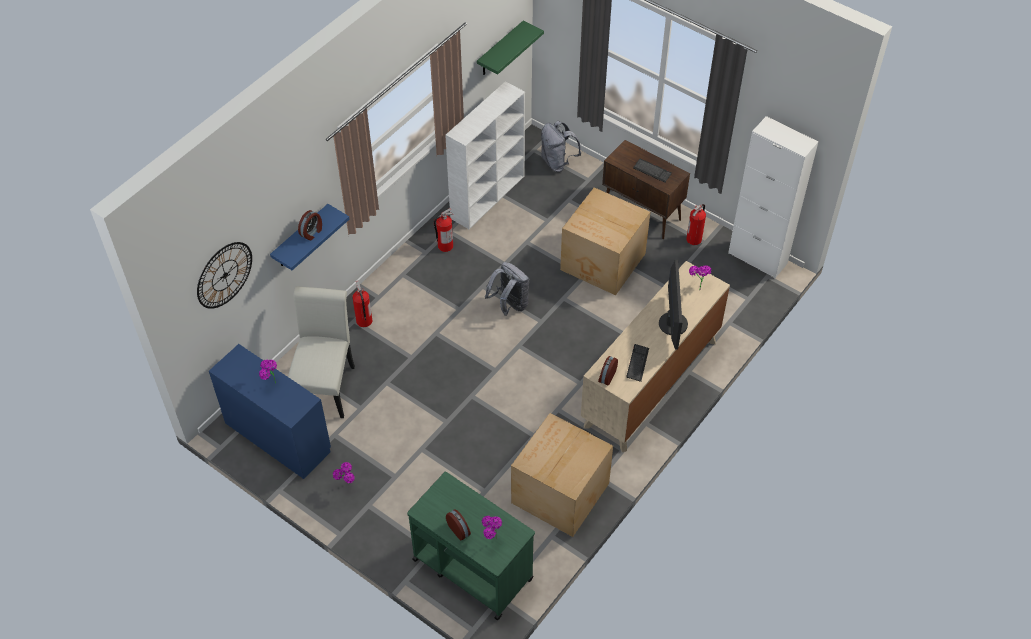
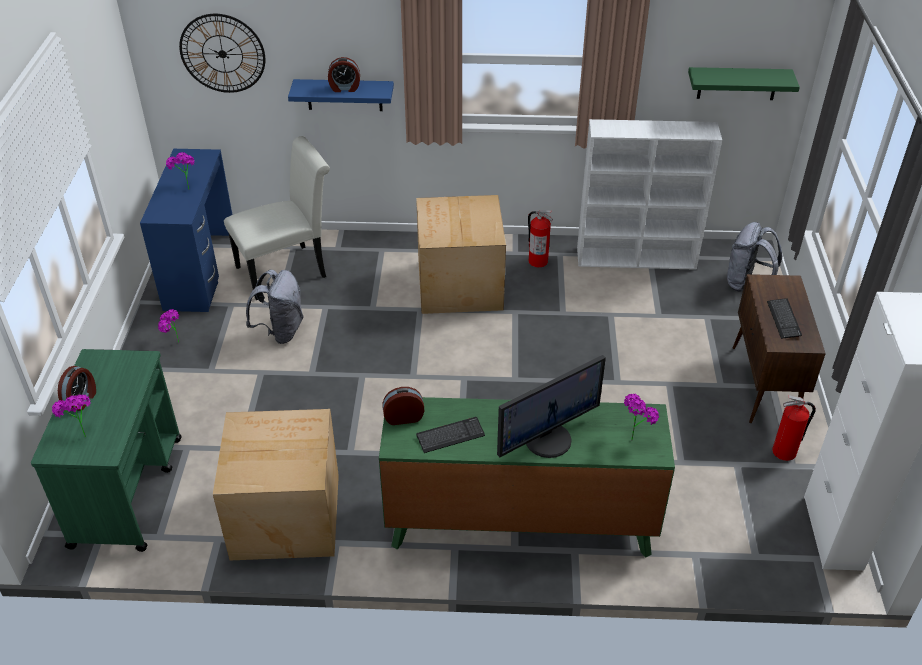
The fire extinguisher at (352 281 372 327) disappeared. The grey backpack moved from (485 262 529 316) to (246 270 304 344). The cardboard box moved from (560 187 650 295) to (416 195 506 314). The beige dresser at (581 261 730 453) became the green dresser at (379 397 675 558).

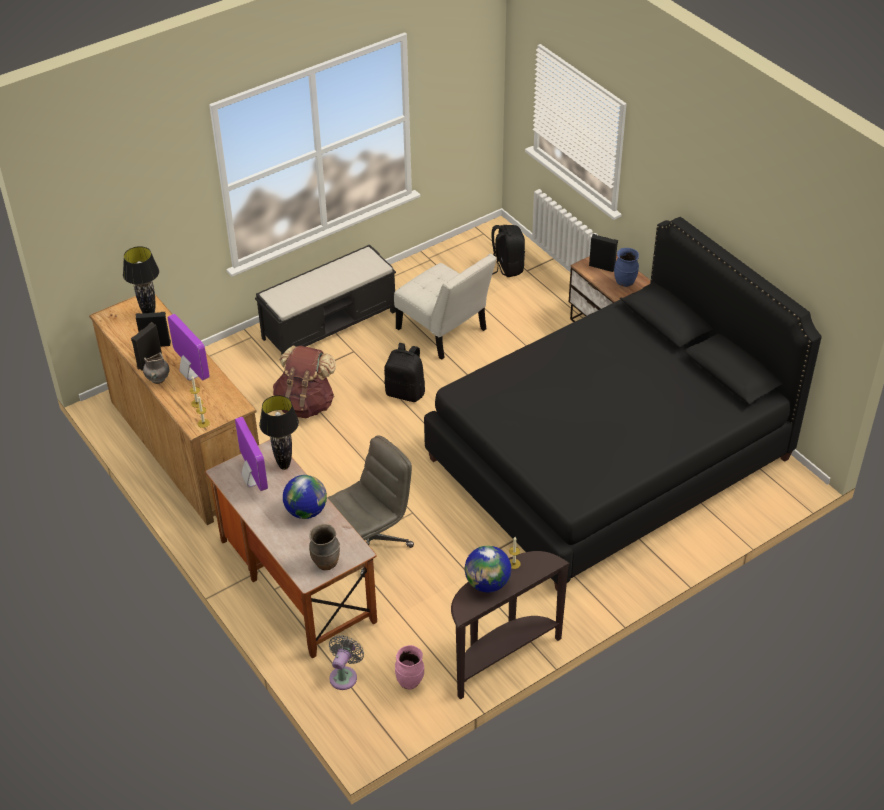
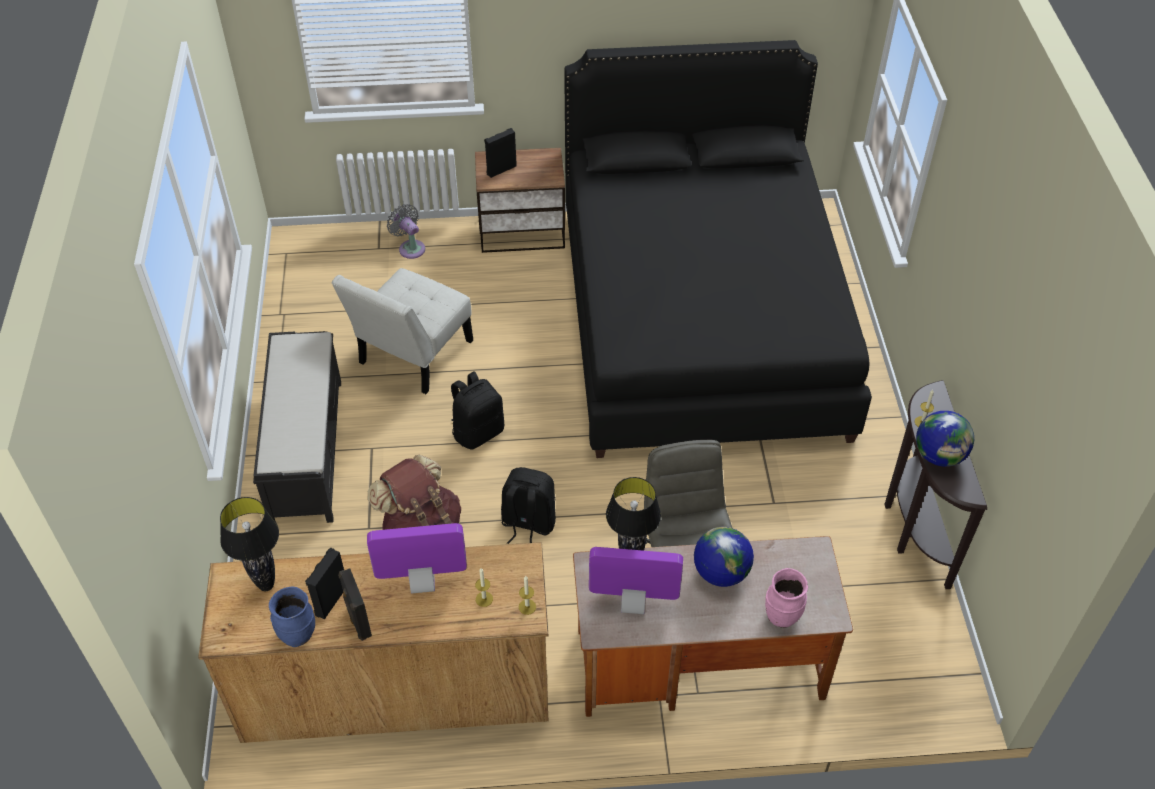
The grey vase at (143 352 170 384) disappeared. The brown vase at (309 524 340 570) disappeared. The grey fan moved from (329 635 364 690) to (387 204 425 259). The white chair at (394 254 497 360) turned 135 degrees clockwise. The pink vase moved from (395 645 424 690) to (765 568 808 628). The black backpack moved from (492 225 525 277) to (501 467 556 544). The blue vase moved from (614 248 639 287) to (269 587 315 647).

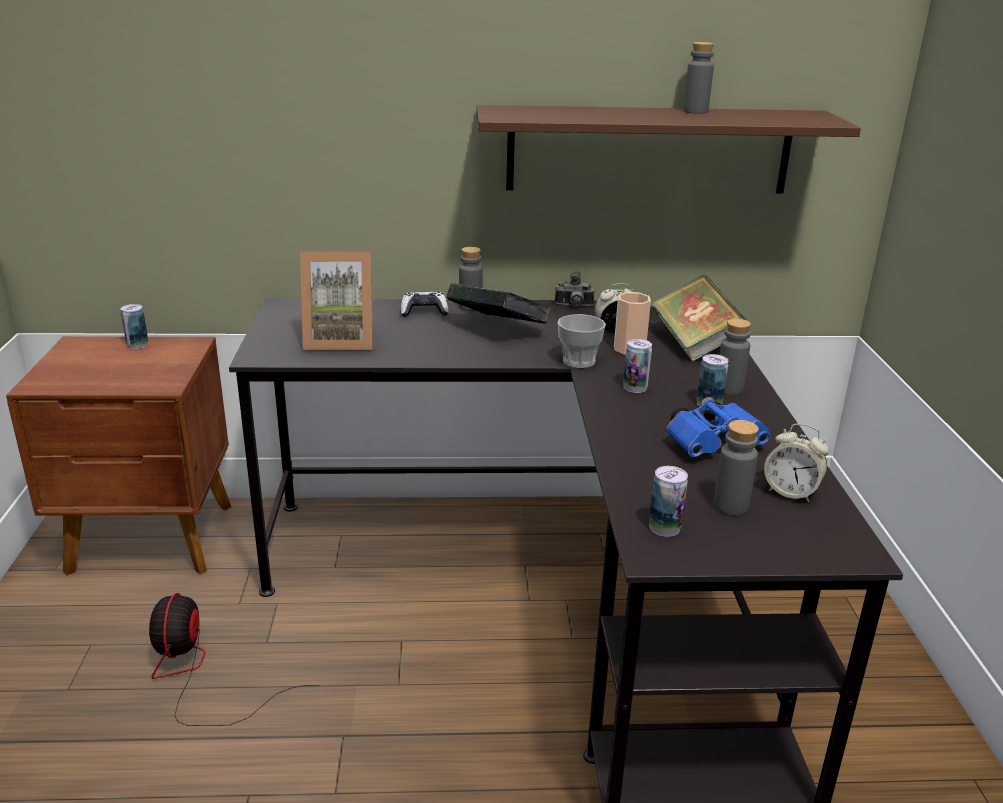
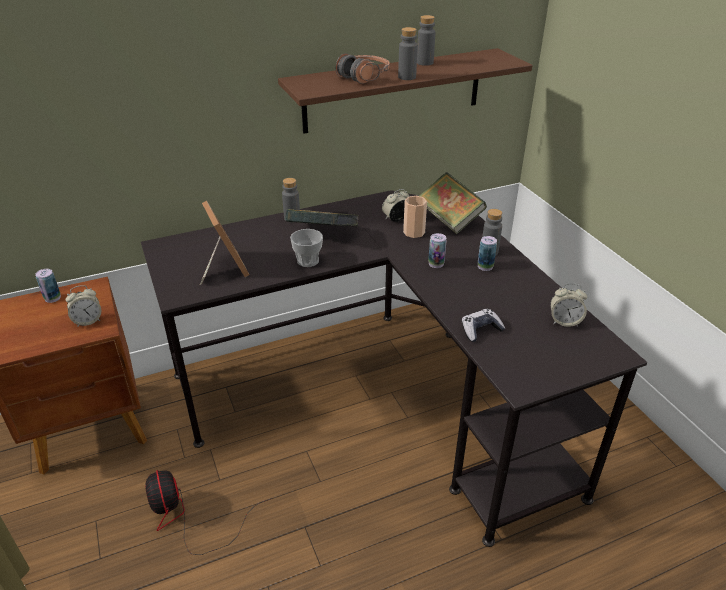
The picture frame at (300 252 373 350) turned 90 degrees counterclockwise. The game controller moved from (401 292 449 317) to (462 309 505 342). The photo camera at (555 272 595 307) disappeared. The cup moved from (558 314 606 368) to (290 229 323 267). The can at (649 466 688 537) disappeared. The blue binoculars at (666 397 770 457) disappeared. The grey bottle moved from (713 420 759 516) to (398 27 418 80). The alarm clock at (65 285 101 327) appeared. The headphones at (336 53 390 84) appeared.

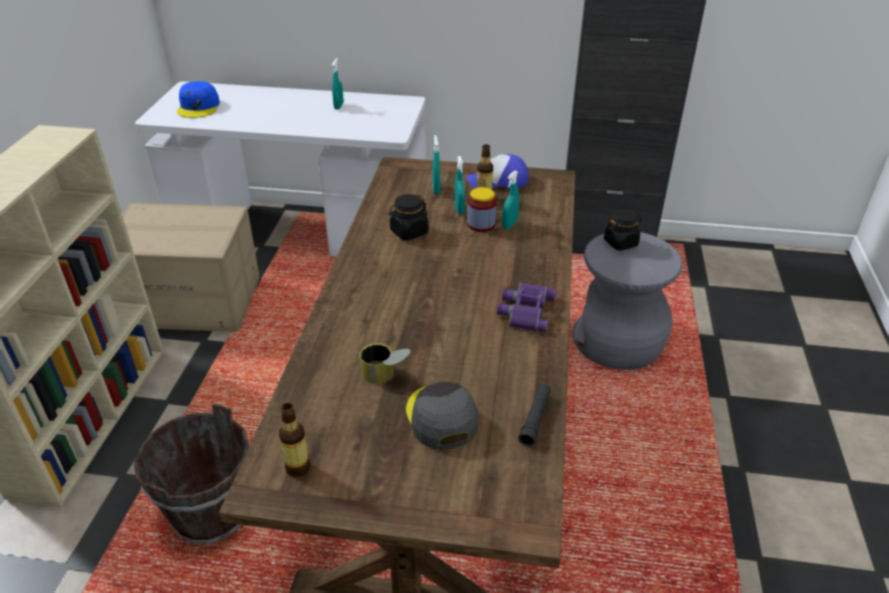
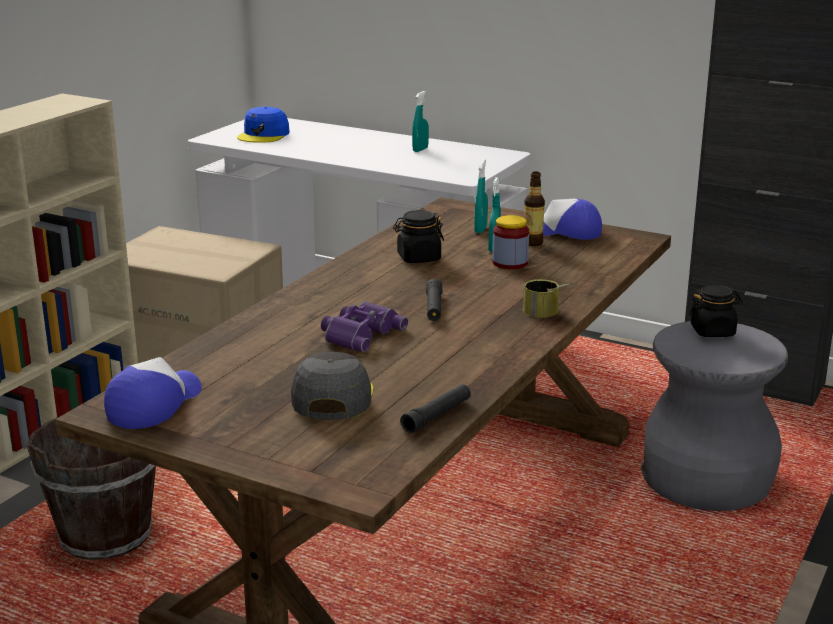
The bottle at (279 403 311 477) was replaced by the cap at (104 357 202 429). The can moved from (359 343 411 384) to (523 279 577 318). The purple binoculars moved from (497 282 556 332) to (321 301 408 352). The turquoise spray bottle at (502 170 519 229) disappeared. The black flashlight at (426 279 442 321) appeared.

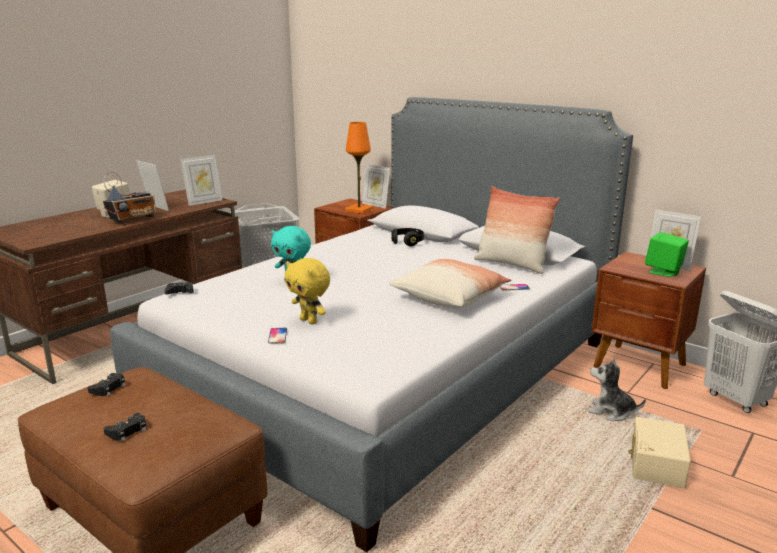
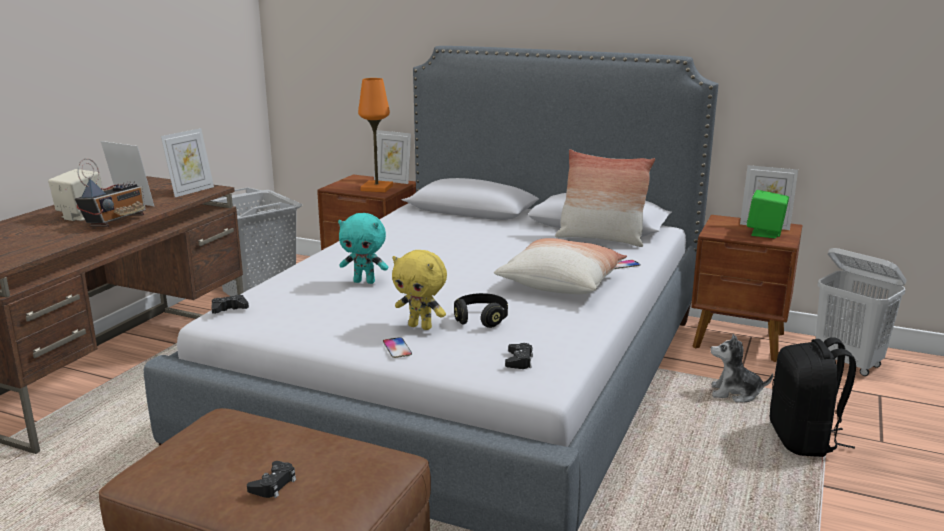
The black game controller moved from (88 373 126 396) to (505 343 533 369). The black headphones moved from (391 228 424 246) to (454 293 508 328). The beige storage box at (628 417 691 489) was replaced by the black backpack at (770 337 856 457).

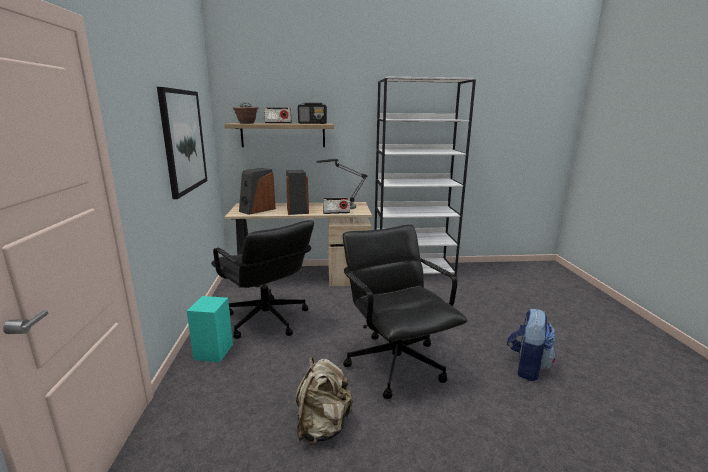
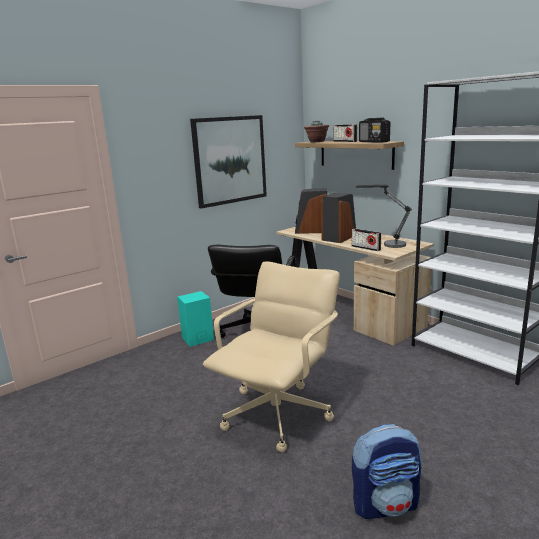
The beige backpack at (296 357 353 445) disappeared. The black office chair at (343 225 467 399) became the beige office chair at (203 261 340 452).

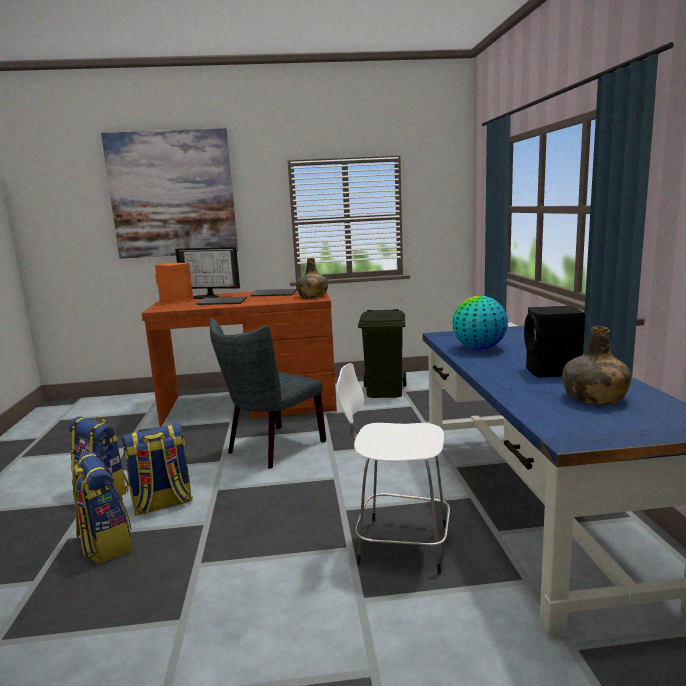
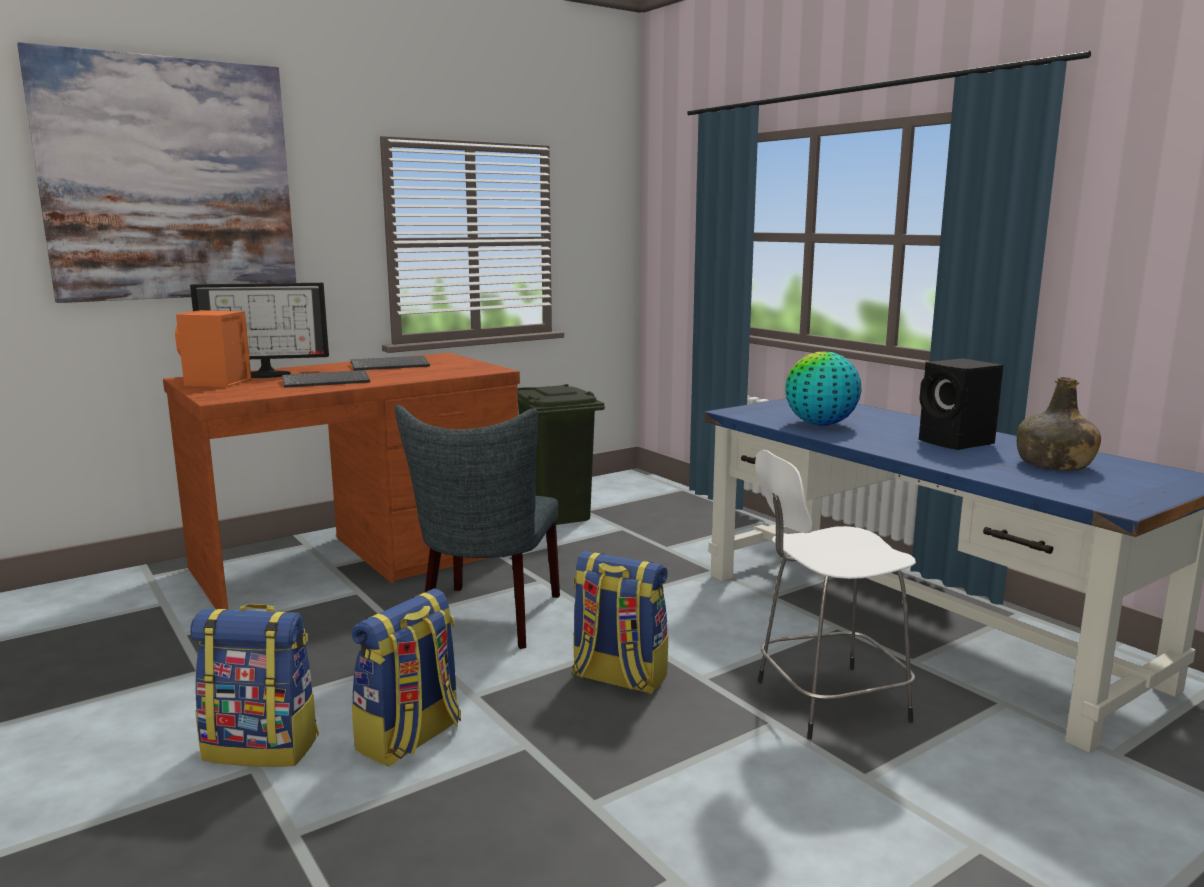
The backpack moved from (72 451 132 563) to (572 551 668 694). The green bottle at (296 258 328 298) disappeared.

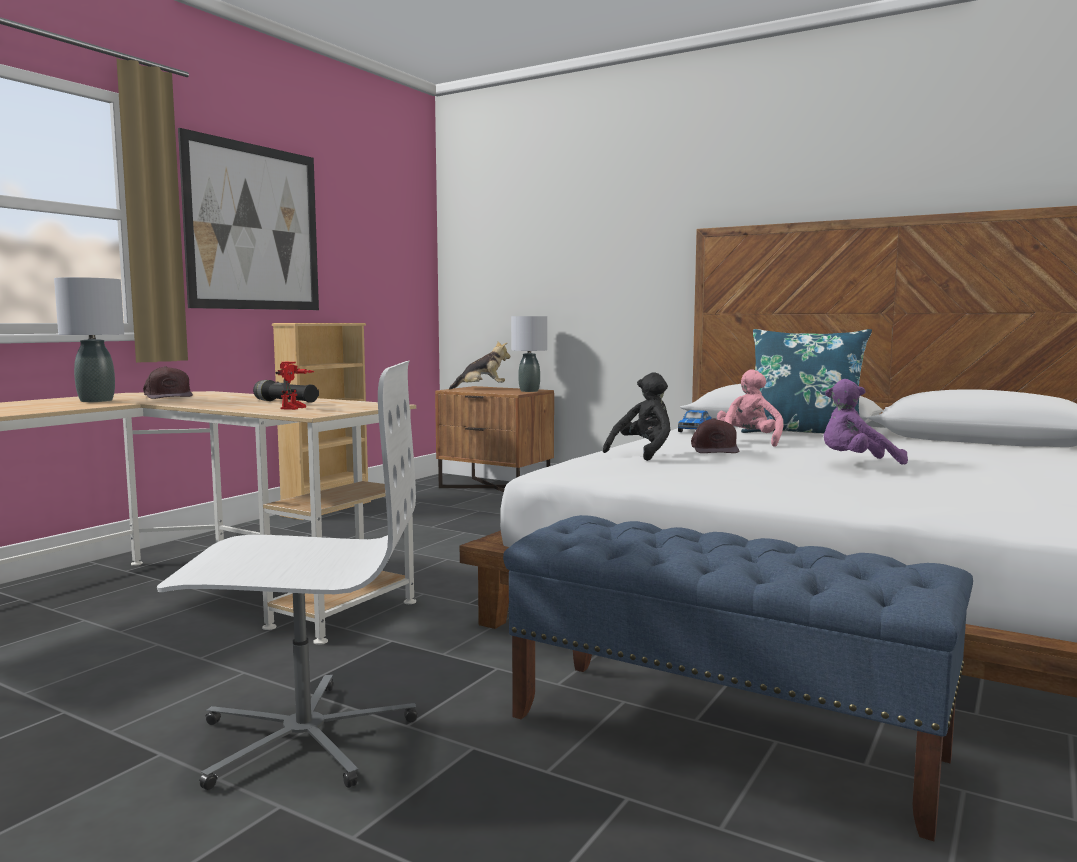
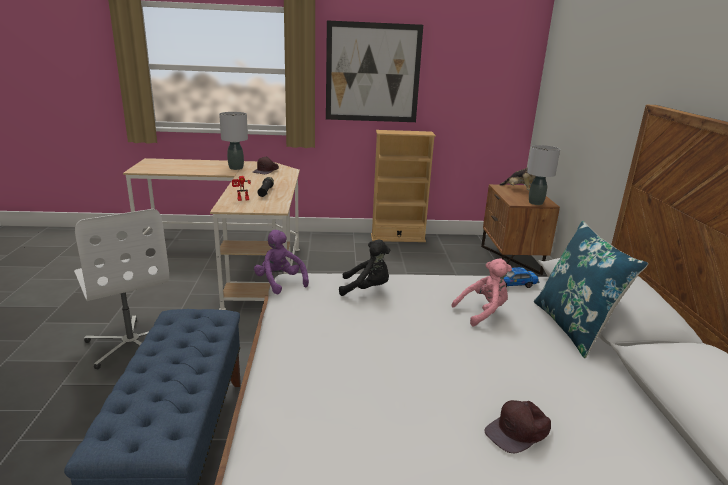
The brown cap moved from (691 418 739 453) to (485 400 551 453). The purple plush toy moved from (823 379 908 465) to (254 230 309 295).

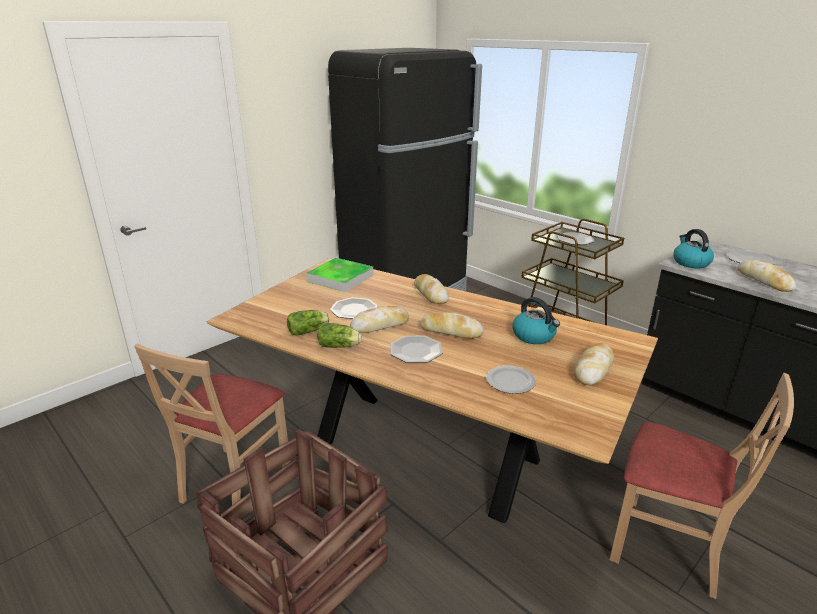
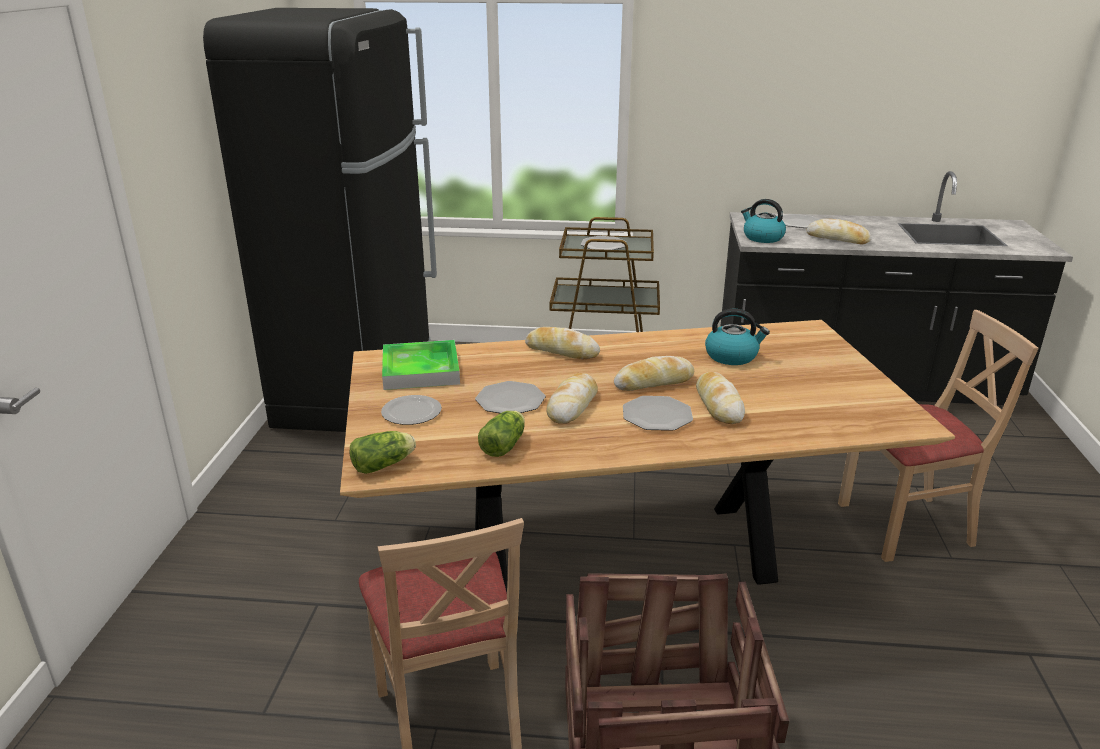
The lettuce moved from (318 323 362 348) to (350 431 416 474). The plate moved from (486 365 536 394) to (381 395 442 425). The bread moved from (574 343 614 386) to (696 372 745 424).

